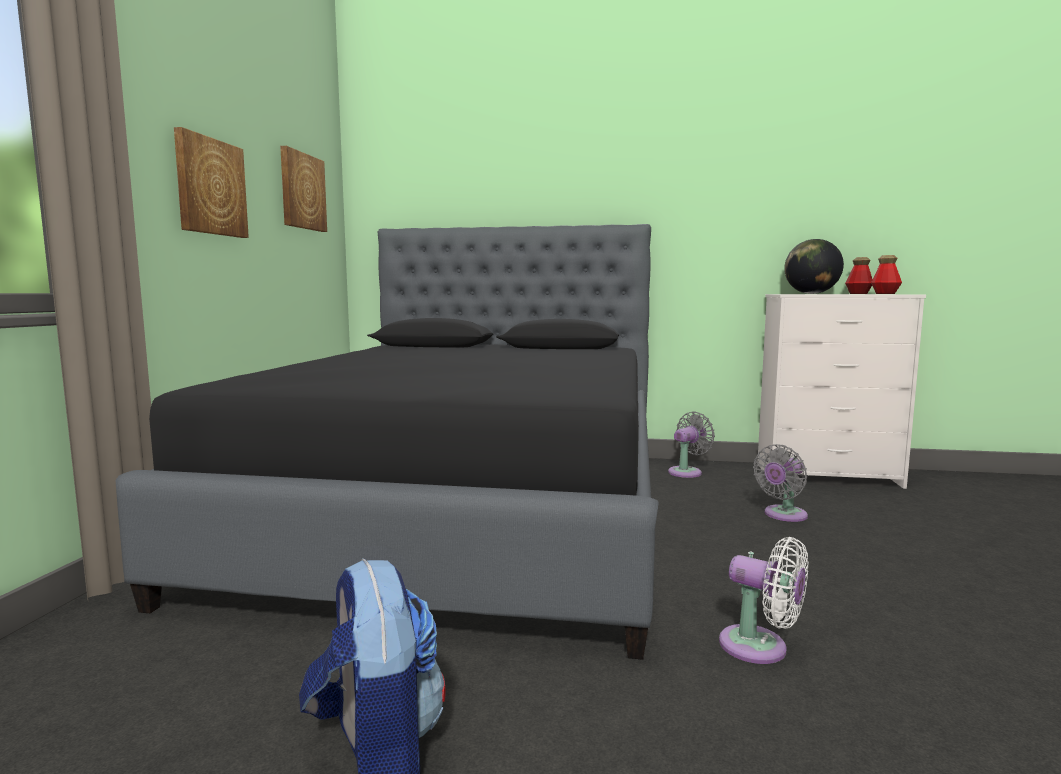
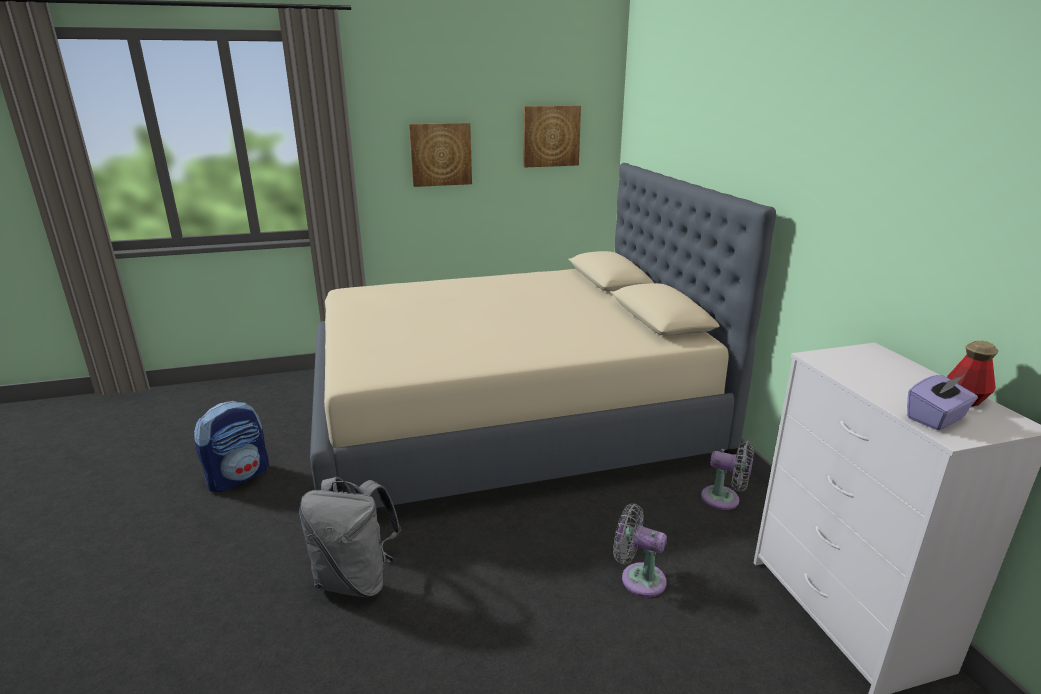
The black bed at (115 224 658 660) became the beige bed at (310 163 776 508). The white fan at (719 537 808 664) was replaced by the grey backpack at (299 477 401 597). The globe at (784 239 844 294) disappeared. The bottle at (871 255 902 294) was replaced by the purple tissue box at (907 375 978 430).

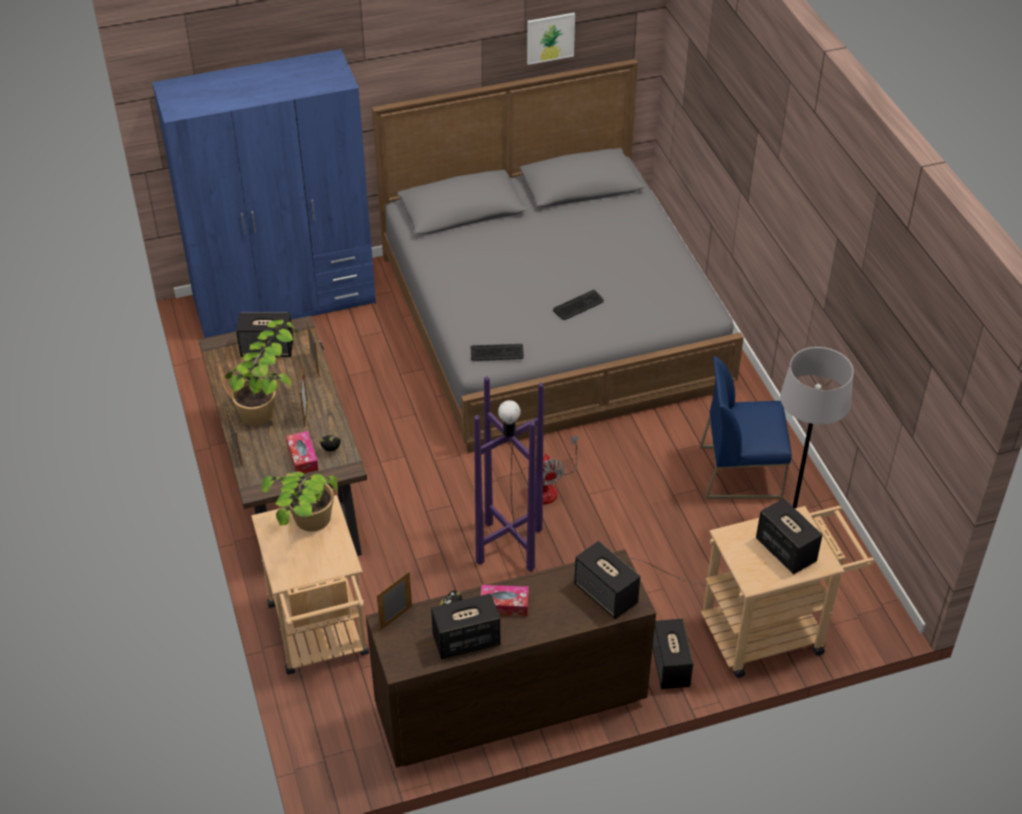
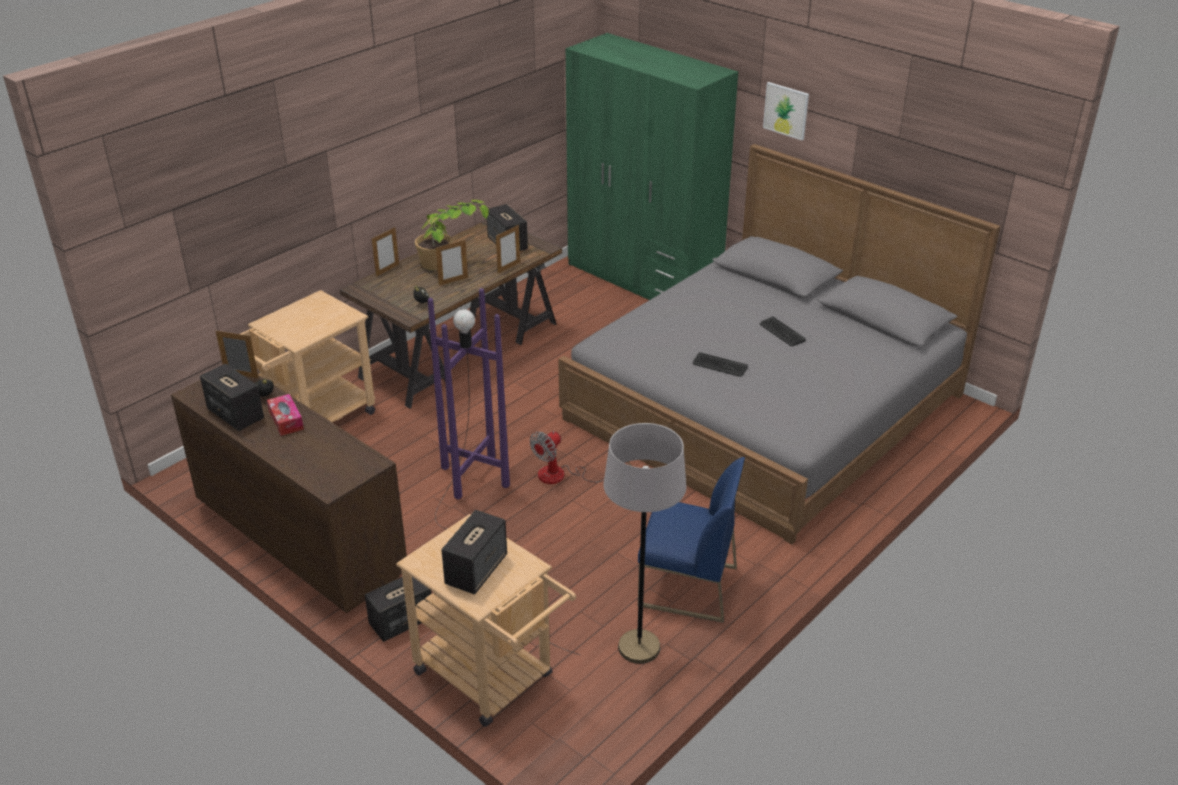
The blue wardrobe at (152 49 376 338) became the green wardrobe at (566 33 738 300). The potted plant at (261 472 338 532) disappeared. The tissue box at (286 431 318 474) disappeared. The keyboard moved from (471 344 524 361) to (760 316 806 346). The picture moved from (527 13 575 65) to (763 82 809 141). The speaker at (574 541 640 619) disappeared. The blue chair at (700 356 792 499) turned 135 degrees clockwise.

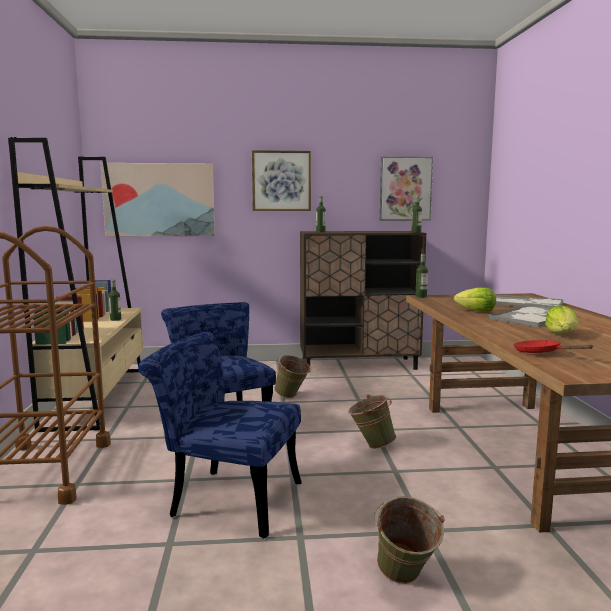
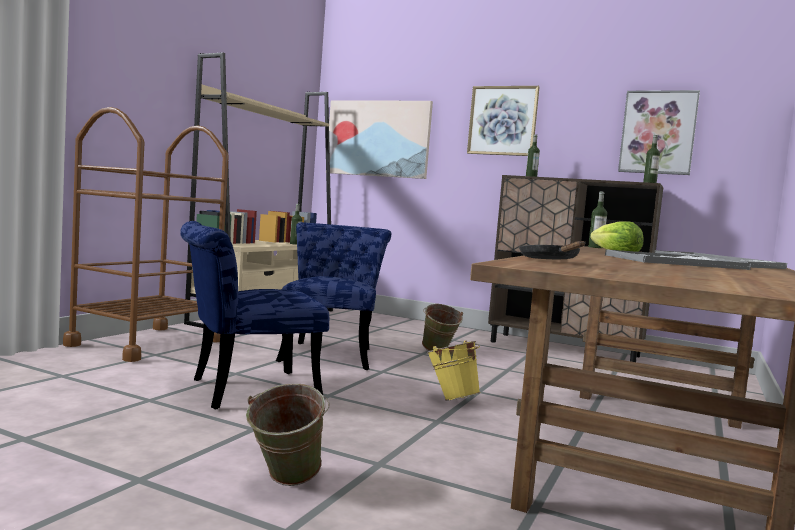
The blue chair at (138 332 302 538) turned 75 degrees counterclockwise. The green bucket at (348 395 396 449) became the yellow bucket at (426 340 481 401). The red frying pan at (513 340 593 353) became the black frying pan at (519 241 585 259). The lettuce at (545 305 578 333) disappeared.

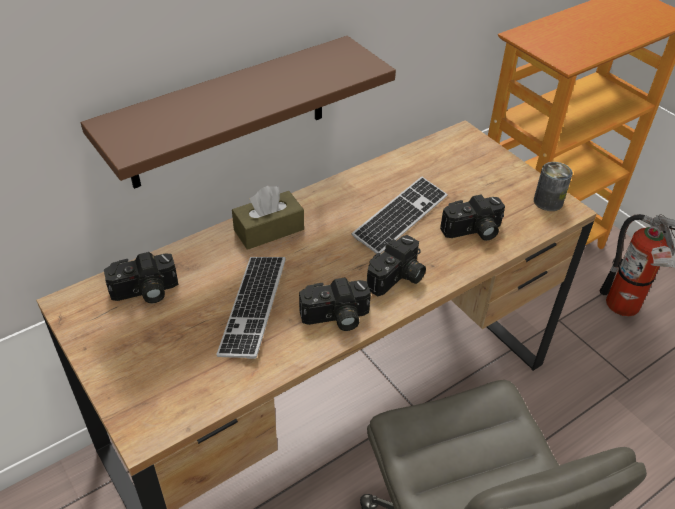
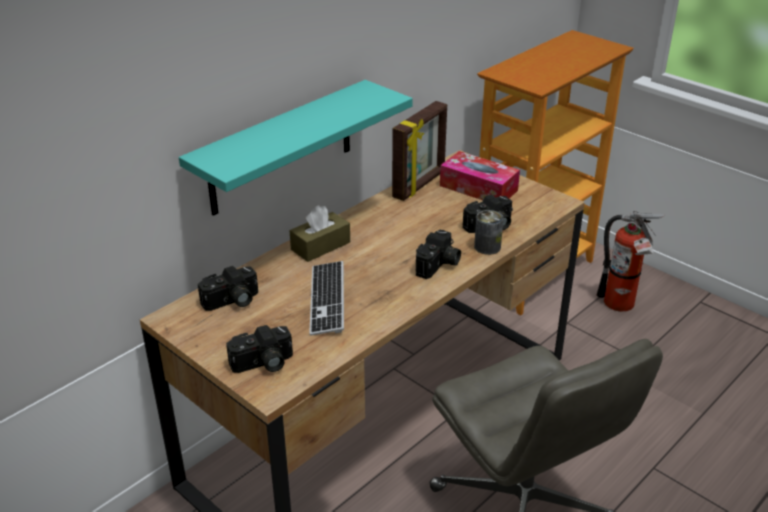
The brown shelf at (81 36 396 189) became the turquoise shelf at (179 80 413 216). The photo camera moved from (299 278 371 331) to (226 325 293 373). The keyboard at (351 177 448 254) disappeared. The can moved from (534 162 573 211) to (474 210 504 255). The picture frame at (392 101 447 201) appeared. The tissue box at (440 151 520 200) appeared.

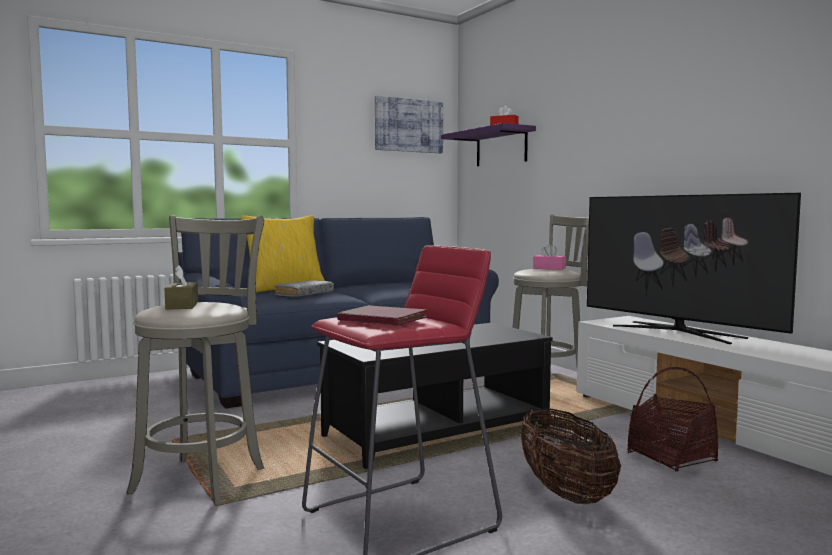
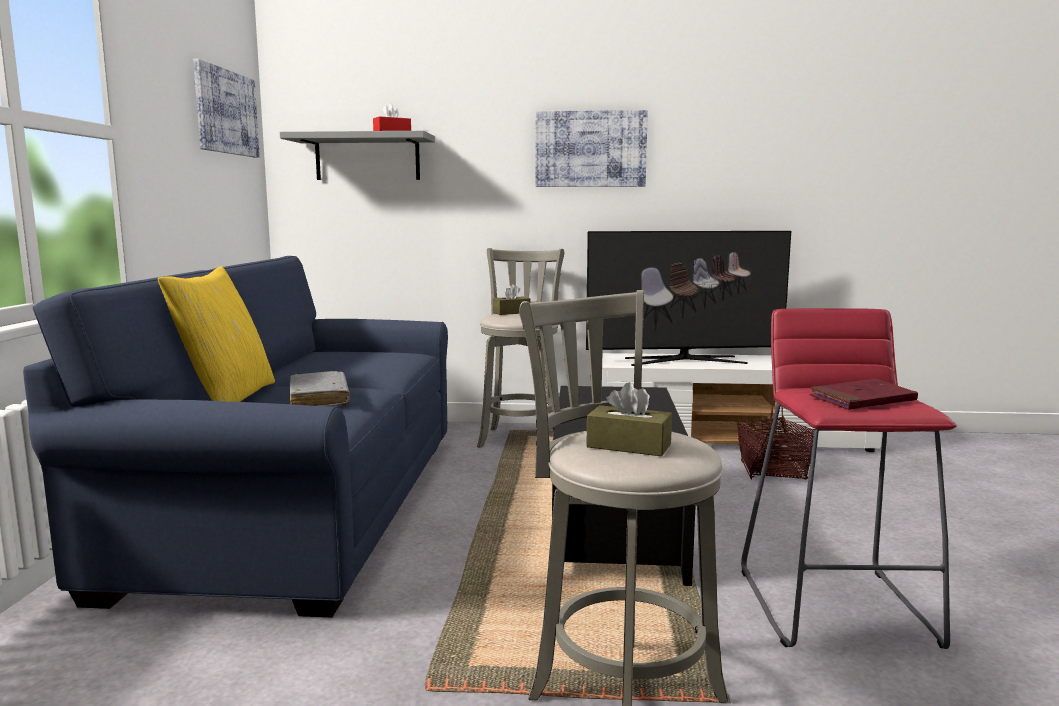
The purple shelf at (441 123 536 166) became the grey shelf at (280 131 435 180). The basket at (521 408 621 504) disappeared. The pink tissue box at (533 244 566 270) became the brown tissue box at (493 284 530 315). The picture at (535 110 648 187) appeared.

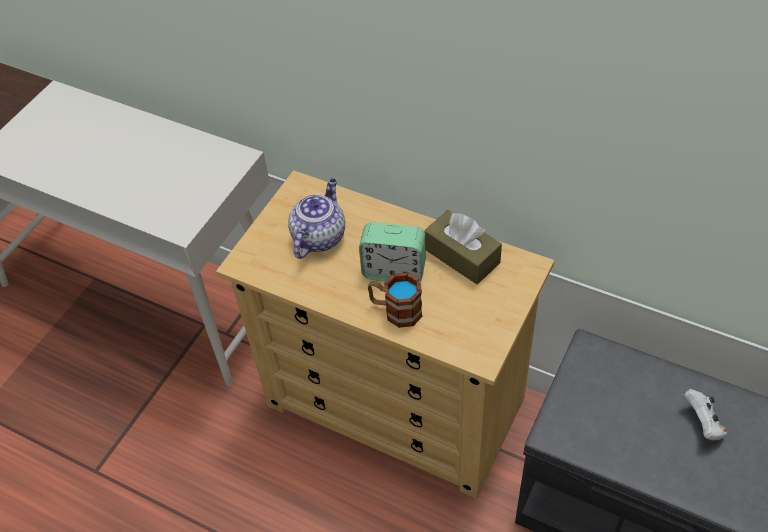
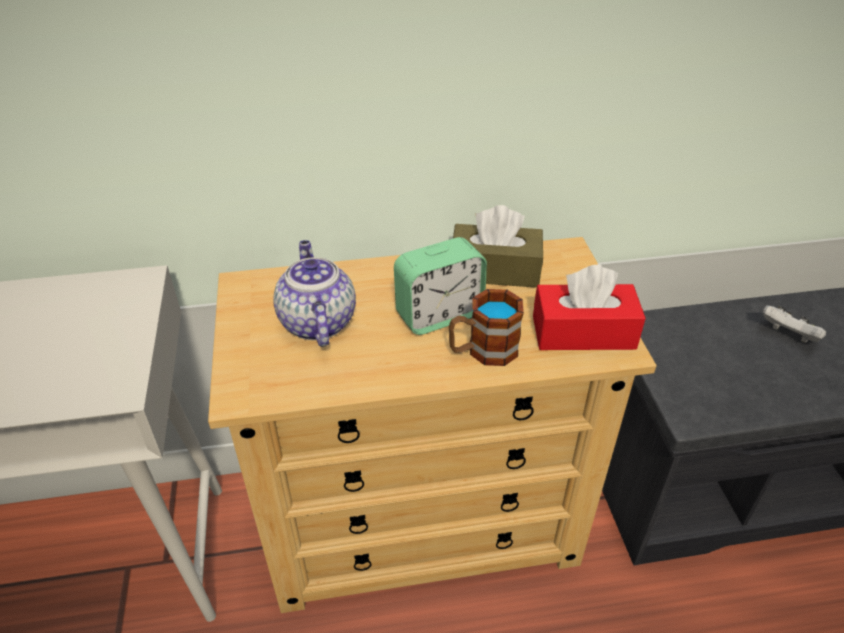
The red tissue box at (533 265 646 350) appeared.

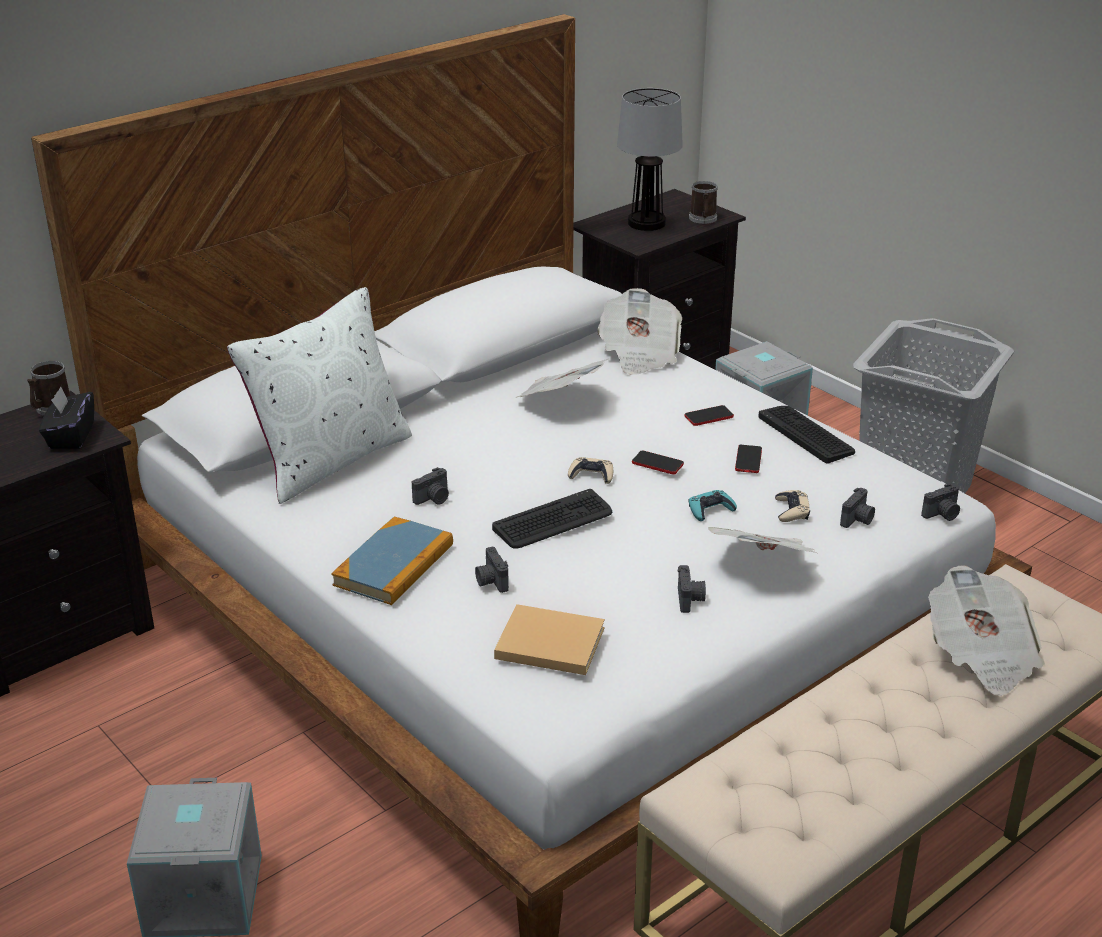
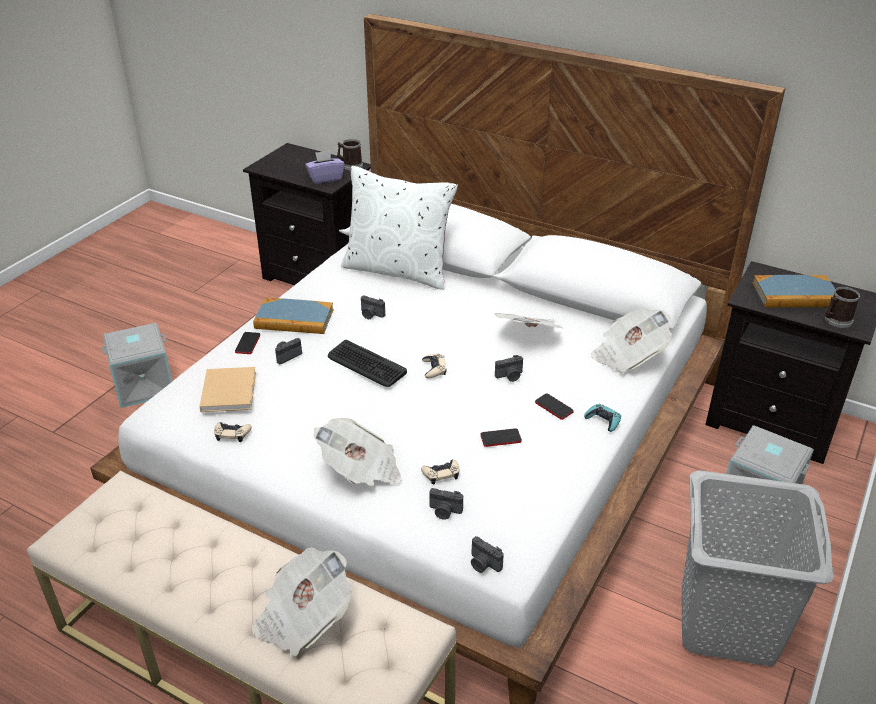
The black tissue box at (39 386 94 449) became the purple tissue box at (305 150 345 184). The table lamp at (617 88 683 231) was replaced by the book at (753 275 835 307). The phone moved from (632 451 684 475) to (235 332 260 354). The photo camera moved from (678 565 706 613) to (495 355 523 382). The turquoise game controller moved from (688 490 737 521) to (584 404 621 432). The keyboard at (758 406 855 464) disappeared. The beige game controller at (214 422 251 442) appeared.

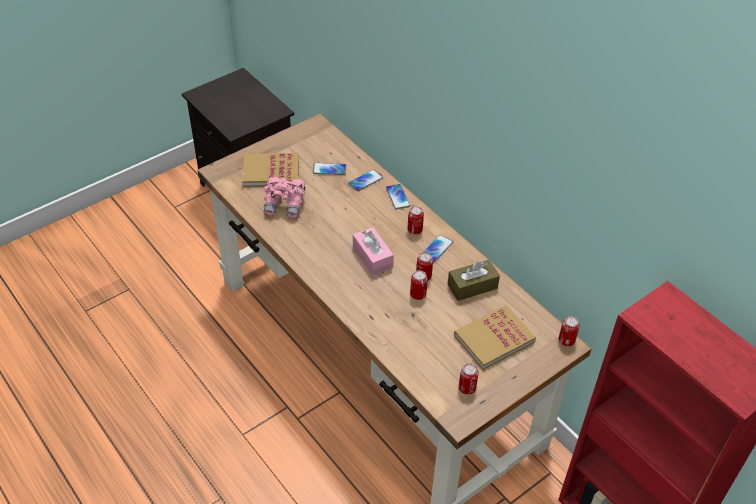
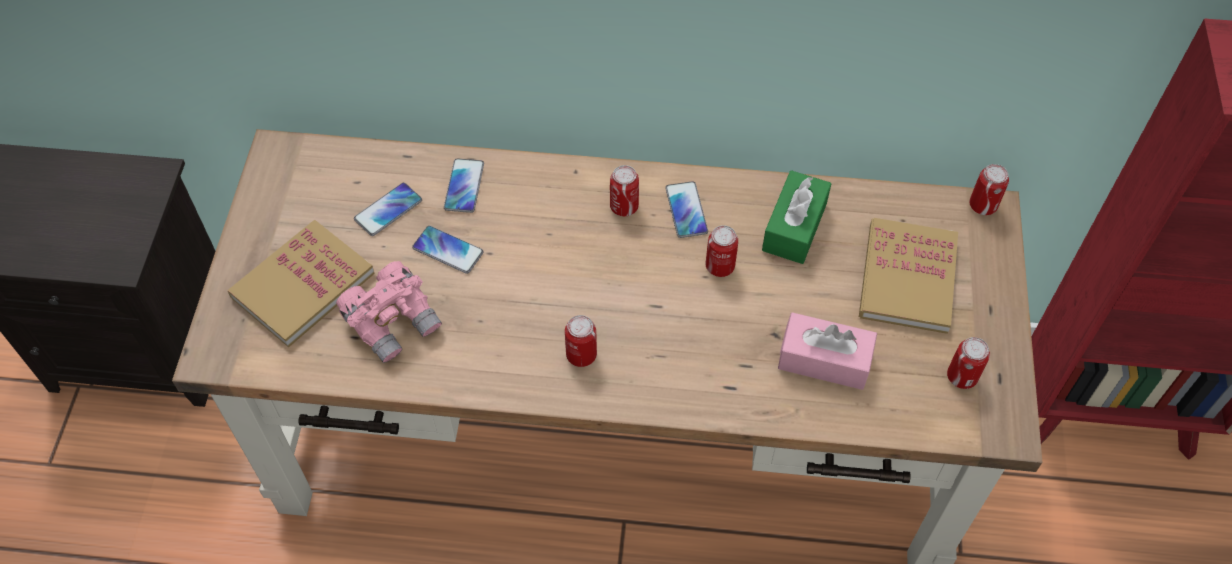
The pink tissue box moved from (353 227 394 275) to (778 312 877 390). The phone moved from (386 184 410 209) to (412 226 484 274). The can moved from (410 270 428 300) to (565 315 597 367). The brown tissue box at (448 260 500 301) became the green tissue box at (762 170 832 264).

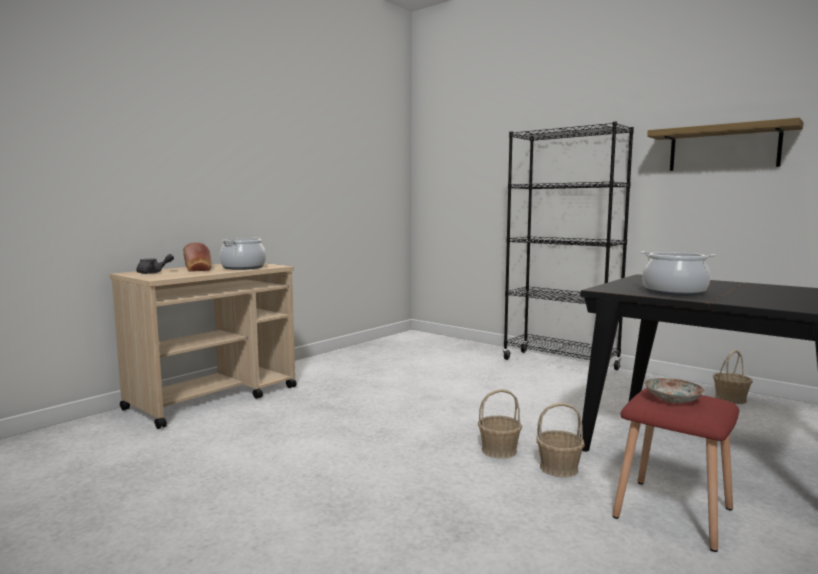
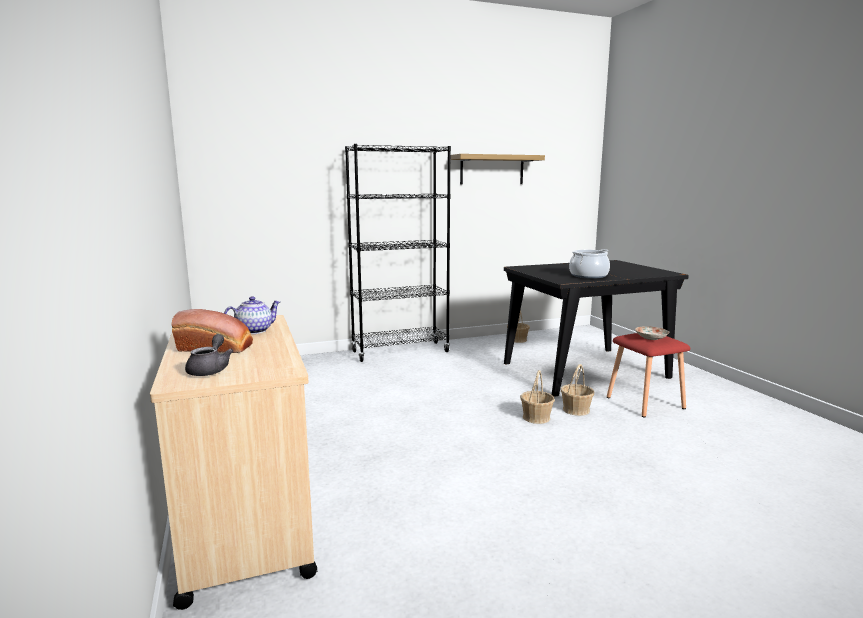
The cooking pot at (219 237 266 270) was replaced by the teapot at (224 296 280 334).

